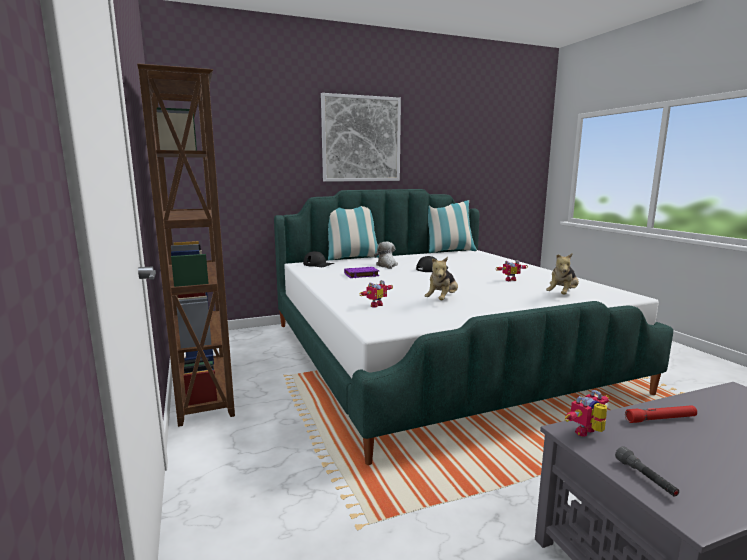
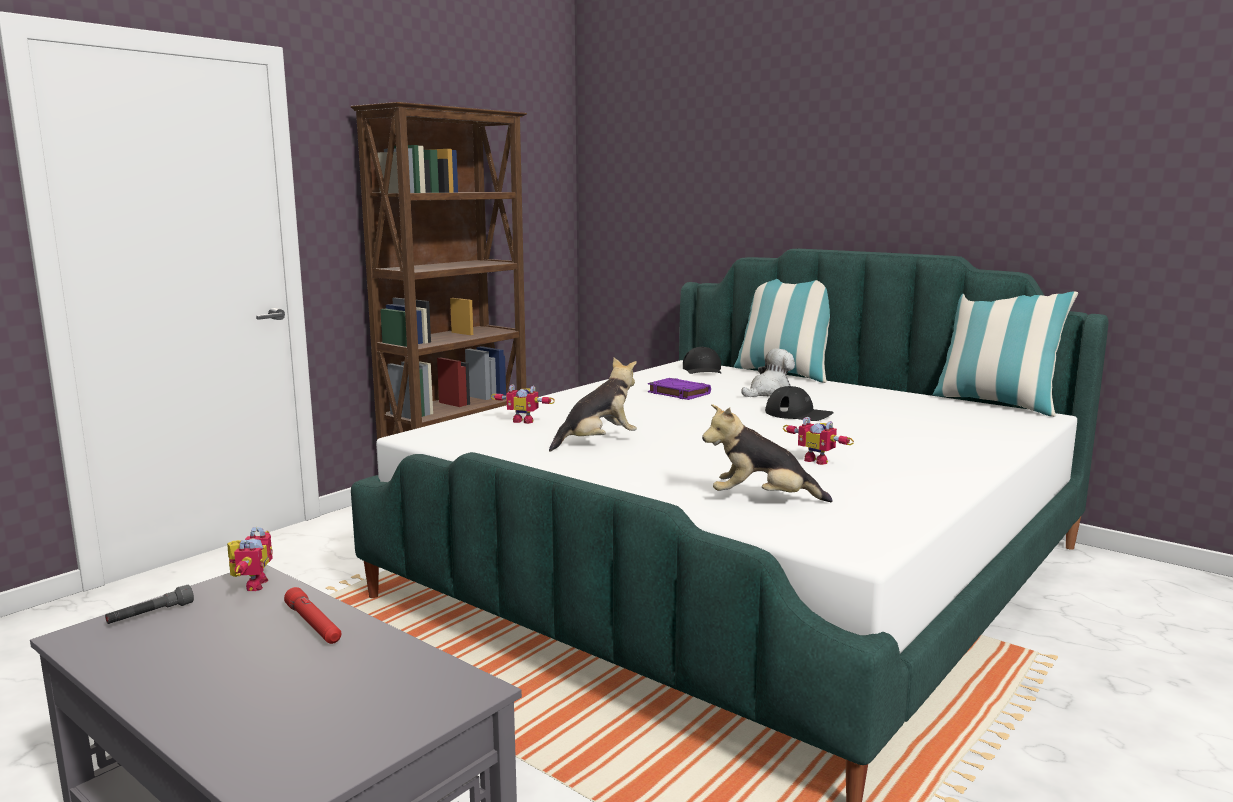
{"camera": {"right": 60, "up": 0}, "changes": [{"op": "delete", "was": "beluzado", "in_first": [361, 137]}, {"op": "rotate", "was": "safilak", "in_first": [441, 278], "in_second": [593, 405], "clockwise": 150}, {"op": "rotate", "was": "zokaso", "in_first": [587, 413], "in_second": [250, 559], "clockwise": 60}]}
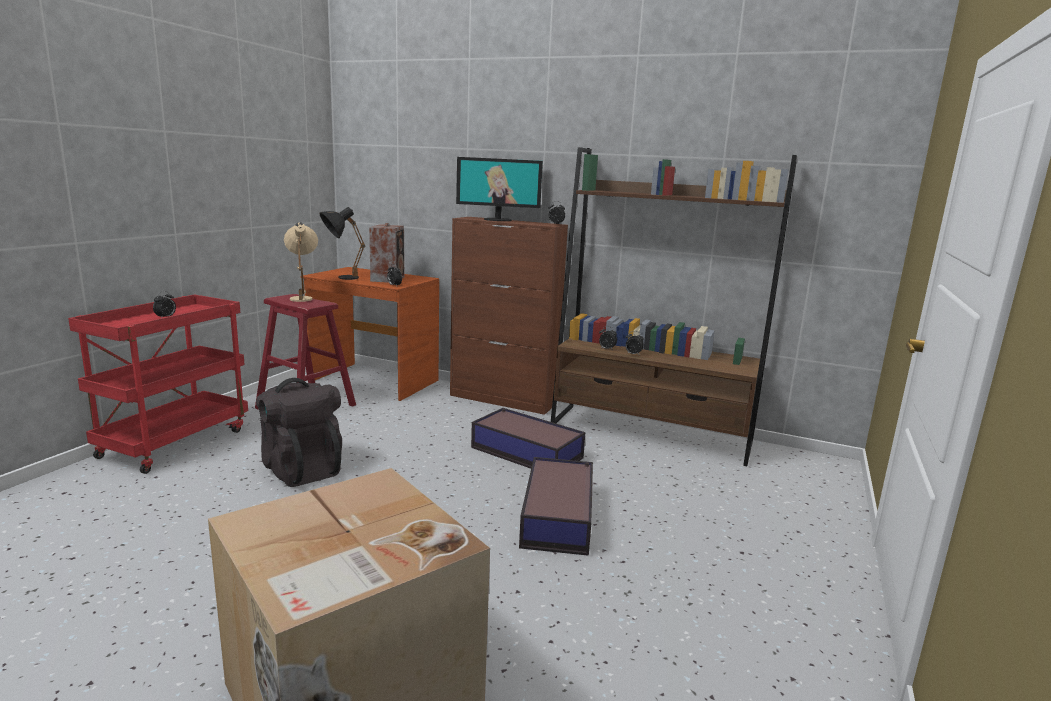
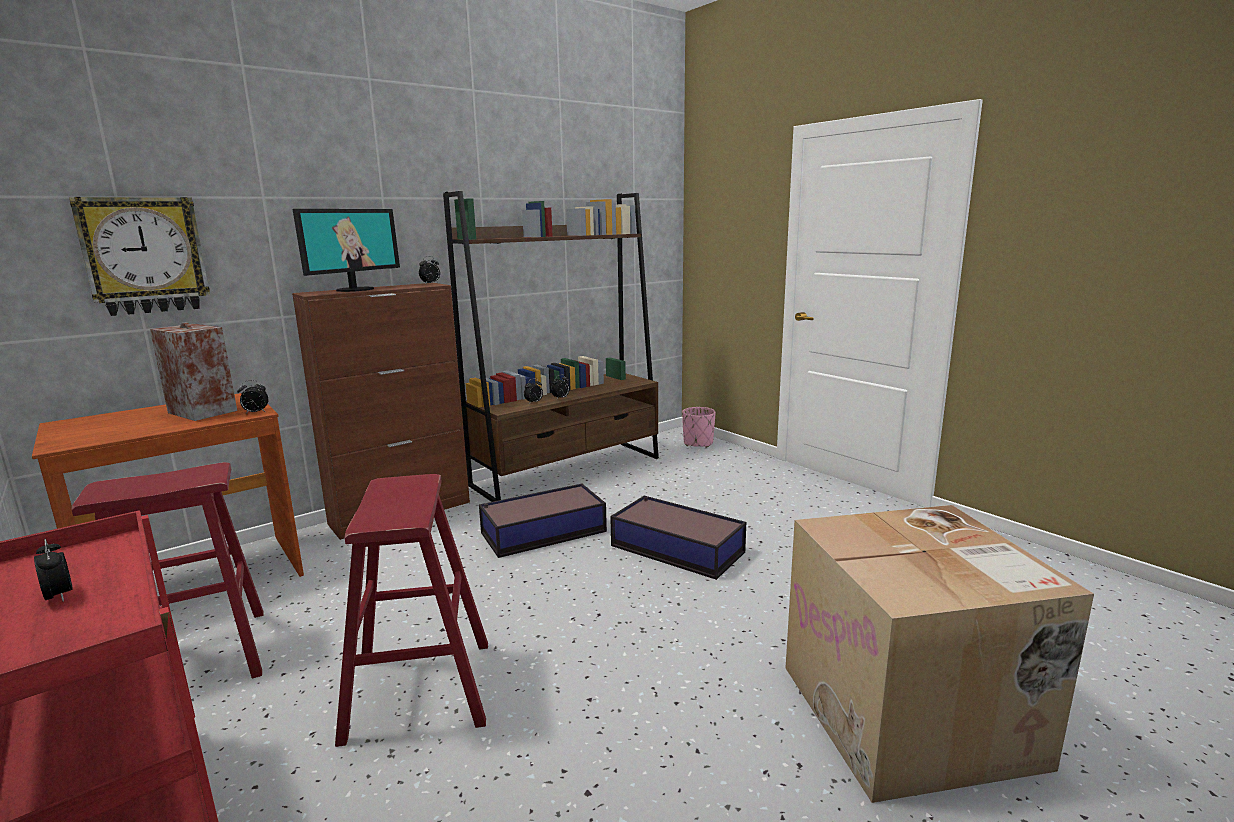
{"camera": {"right": -60, "up": 0}, "changes": [{"op": "delete", "was": "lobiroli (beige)", "in_first": [301, 262]}, {"op": "delete", "was": "lobiroli (black)", "in_first": [342, 243]}, {"op": "insert", "now": "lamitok", "in_second": [139, 256]}, {"op": "insert", "now": "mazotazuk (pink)", "in_second": [699, 427]}, {"op": "replace", "was": "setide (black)", "now": "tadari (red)", "in_first": [299, 432], "in_second": [411, 610]}]}
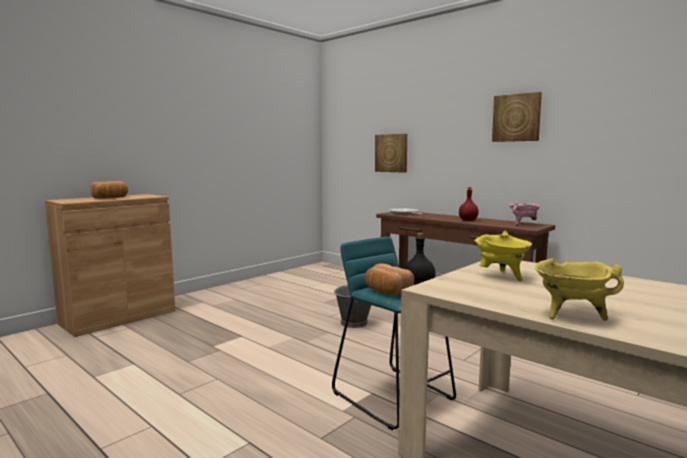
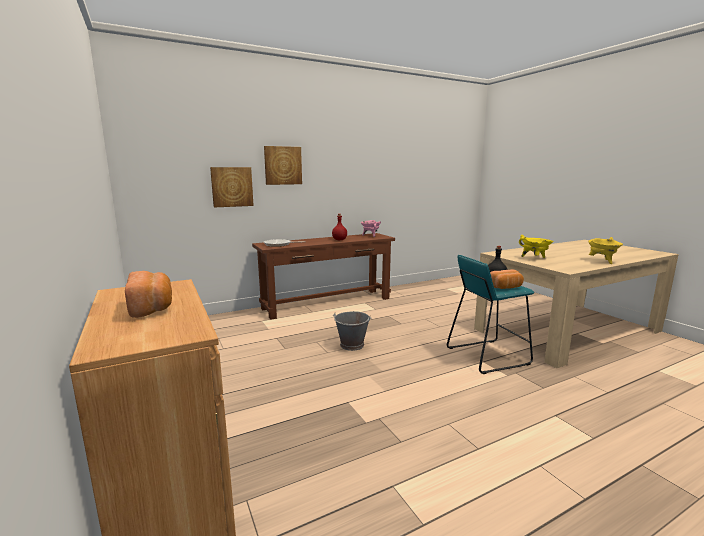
{"camera": {"right": -70, "up": 5}, "changes": [{"op": "move", "was": "beluzado", "in_first": [517, 117], "in_second": [283, 165]}]}
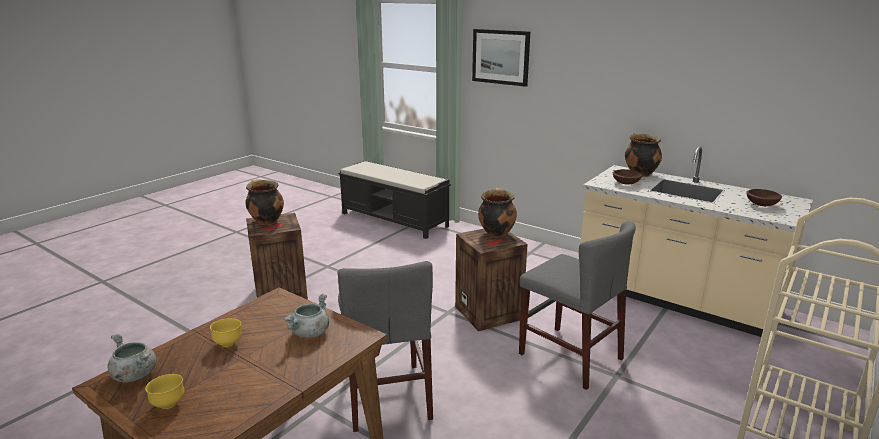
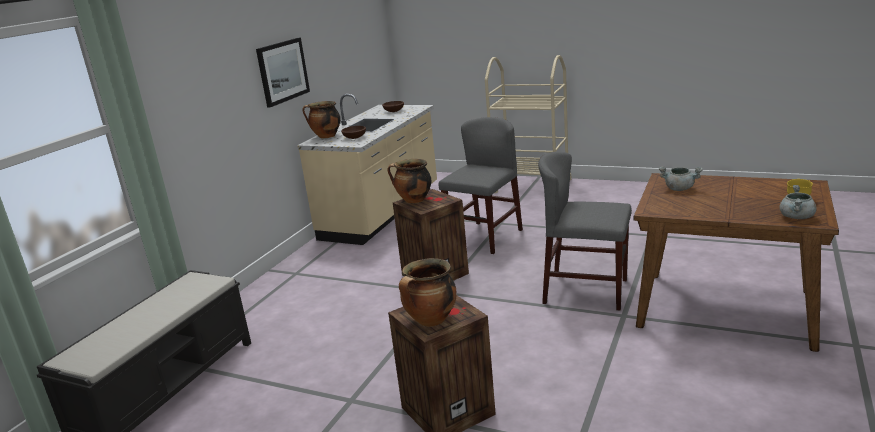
{"camera": {"right": -100, "up": 0}, "changes": [{"op": "delete", "was": "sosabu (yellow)", "in_first": [226, 332]}, {"op": "move", "was": "beluzado", "in_first": [501, 58], "in_second": [283, 73]}, {"op": "rotate", "was": "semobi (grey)", "in_first": [385, 346], "in_second": [585, 231], "clockwise": -135}]}
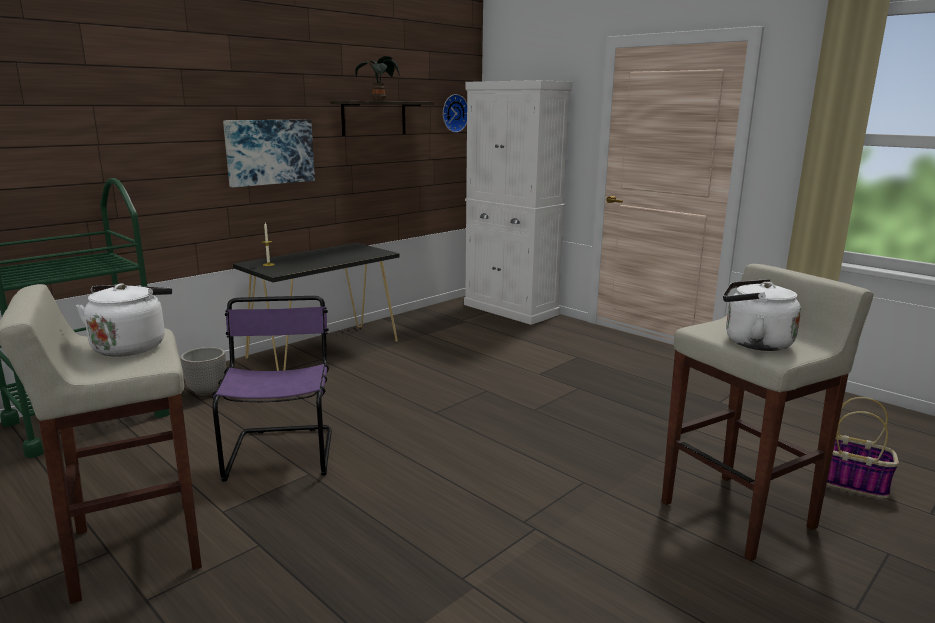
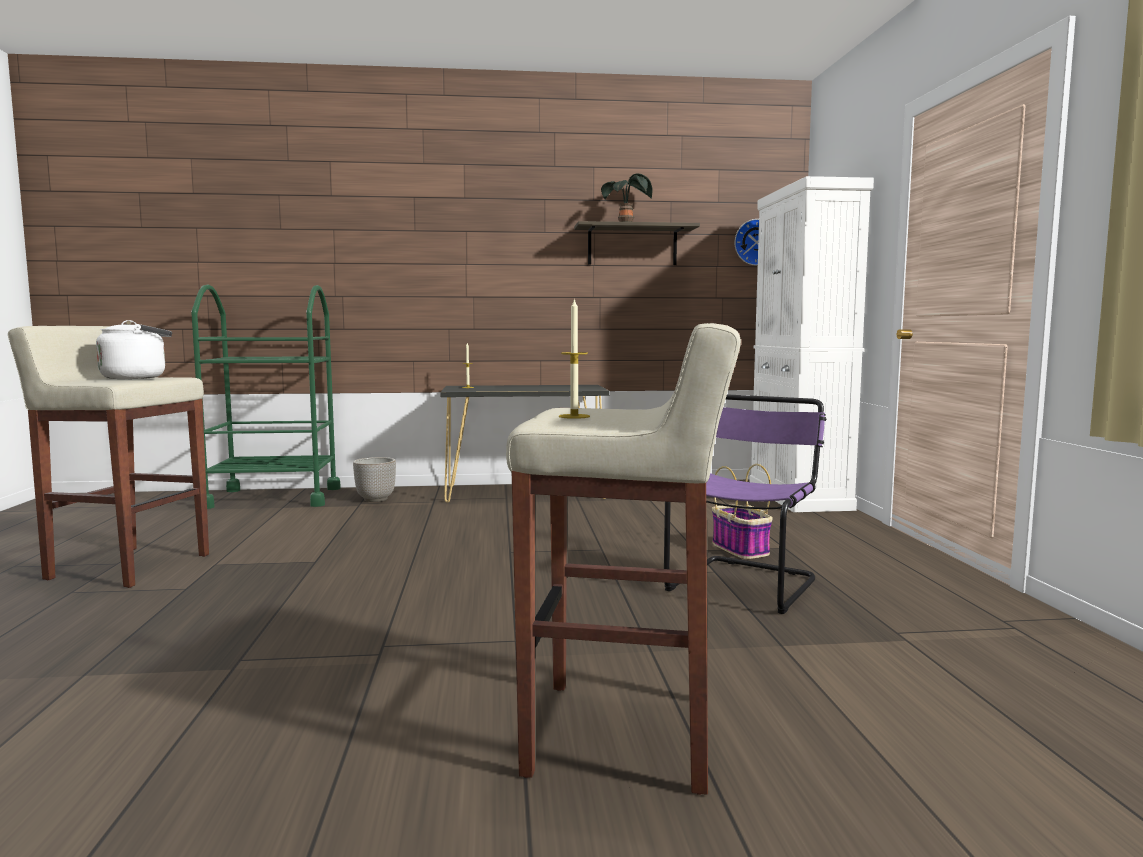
{"camera": {"right": 40, "up": -10}, "changes": [{"op": "delete", "was": "beluzado", "in_first": [269, 153]}, {"op": "move", "was": "semobi (purple)", "in_first": [272, 389], "in_second": [745, 504]}, {"op": "move", "was": "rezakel", "in_first": [862, 447], "in_second": [742, 511]}, {"op": "replace", "was": "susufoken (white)", "now": "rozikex", "in_first": [762, 315], "in_second": [574, 358]}]}
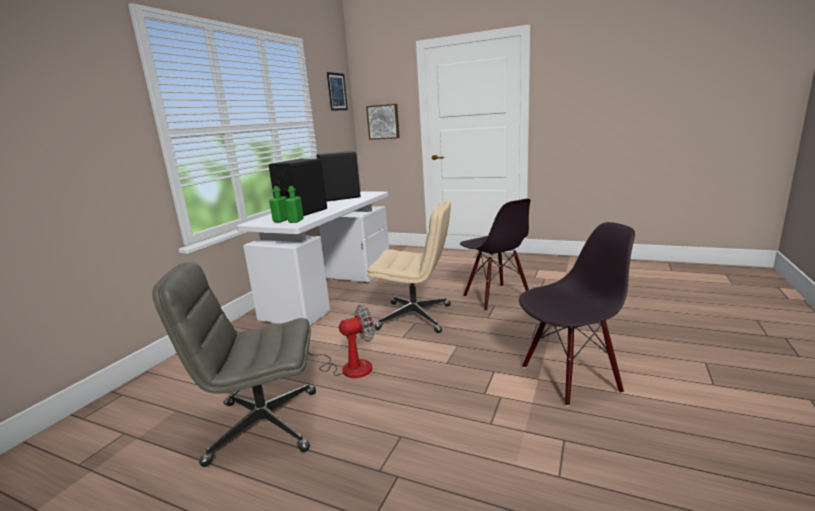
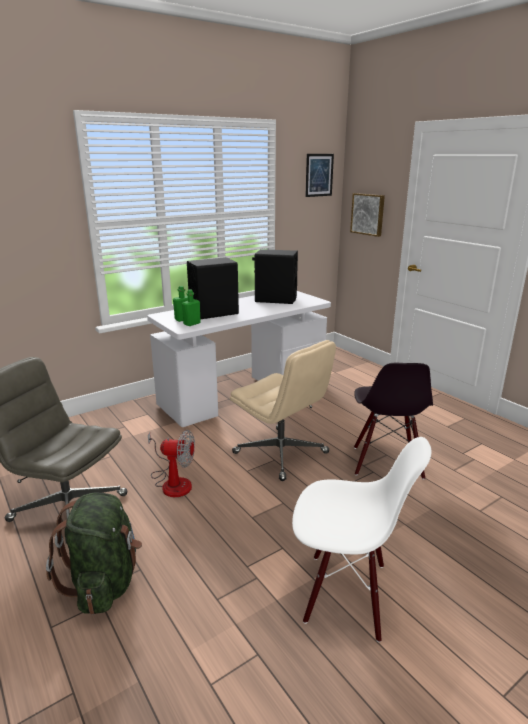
{"camera": {"right": 30, "up": 5}, "changes": [{"op": "insert", "now": "setide (green)", "in_second": [94, 553]}, {"op": "recolor", "was": "semobi (black)", "now": "semobi (white)", "in_first": [577, 314], "in_second": [362, 539]}]}
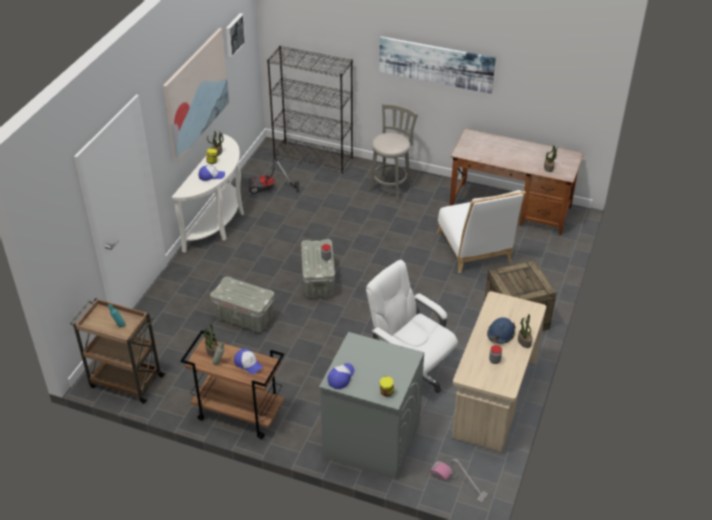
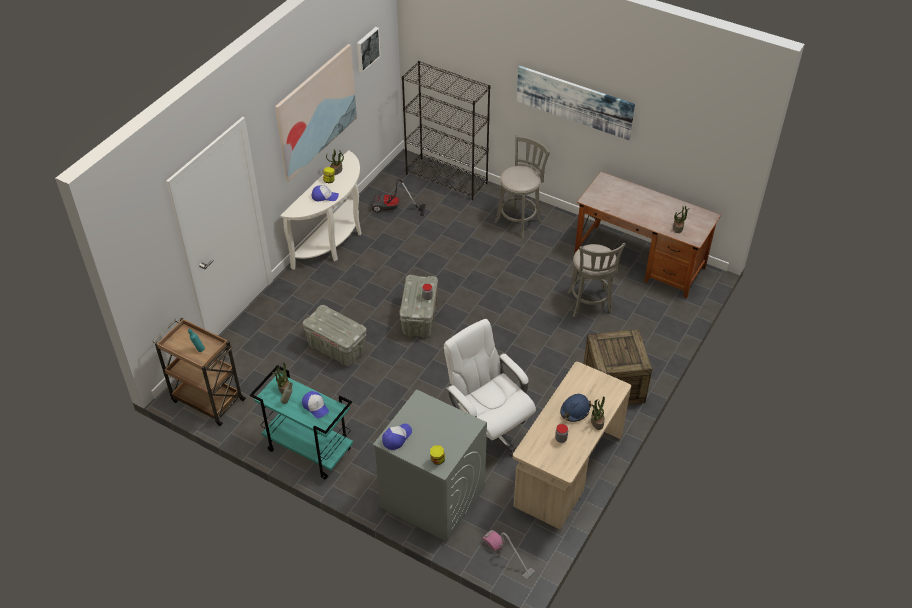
{"camera": {"right": 10, "up": 5}, "changes": [{"op": "replace", "was": "semobi (white)", "now": "tadari (grey)", "in_first": [481, 231], "in_second": [596, 280]}, {"op": "recolor", "was": "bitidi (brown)", "now": "bitidi (turquoise)", "in_first": [232, 384], "in_second": [301, 422]}]}
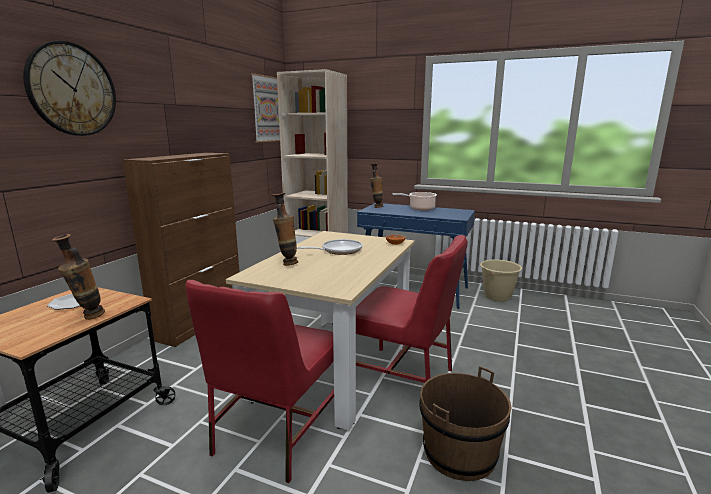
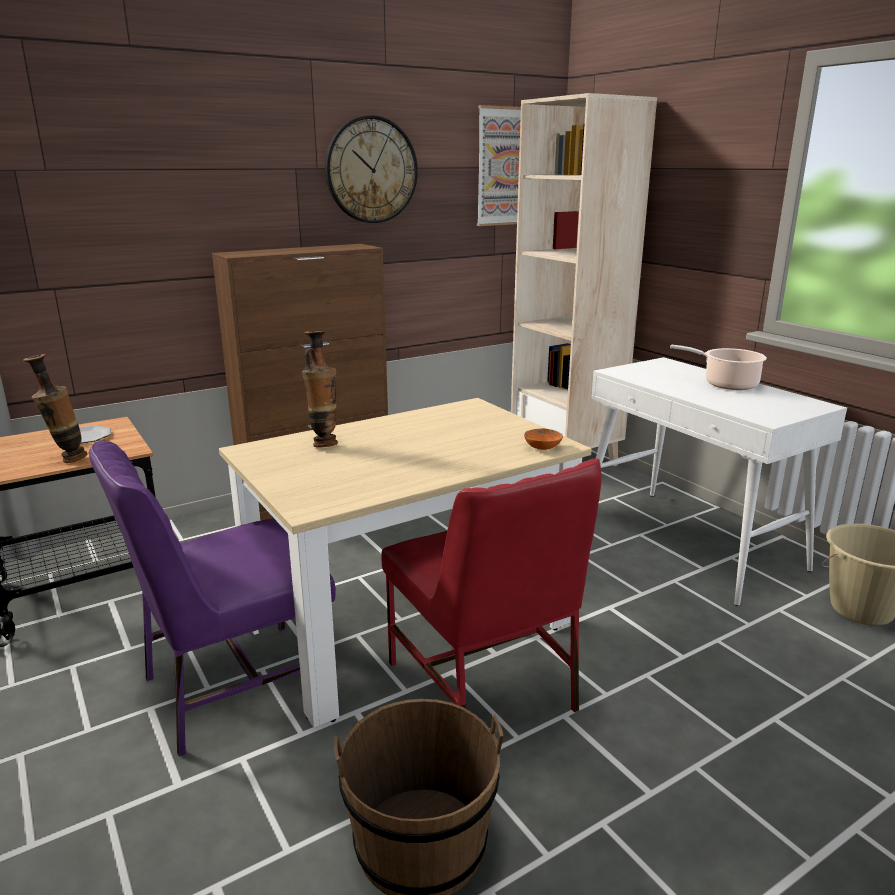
{"camera": {"right": 35, "up": 5}, "changes": [{"op": "delete", "was": "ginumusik", "in_first": [330, 247]}, {"op": "delete", "was": "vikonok", "in_first": [377, 185]}, {"op": "move", "was": "lamitok", "in_first": [69, 88], "in_second": [371, 169]}, {"op": "recolor", "was": "semobi (red)", "now": "semobi (purple)", "in_first": [259, 381], "in_second": [212, 598]}, {"op": "recolor", "was": "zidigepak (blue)", "now": "zidigepak (white)", "in_first": [416, 256], "in_second": [719, 481]}]}
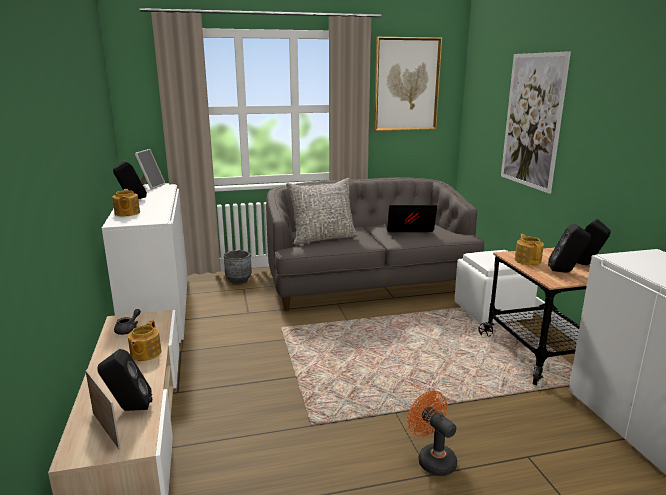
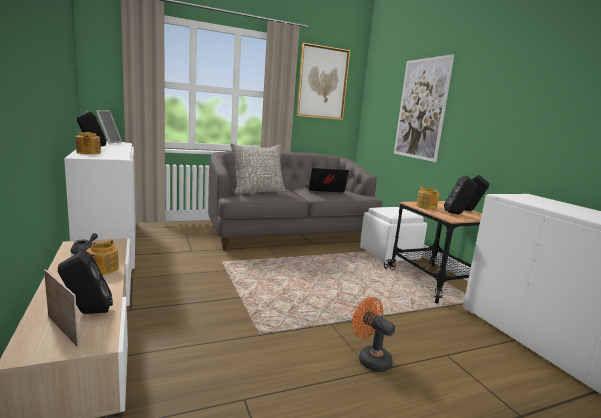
{"camera": {"right": -10, "up": -5}, "changes": [{"op": "delete", "was": "mazotazuk (grey)", "in_first": [238, 267]}]}
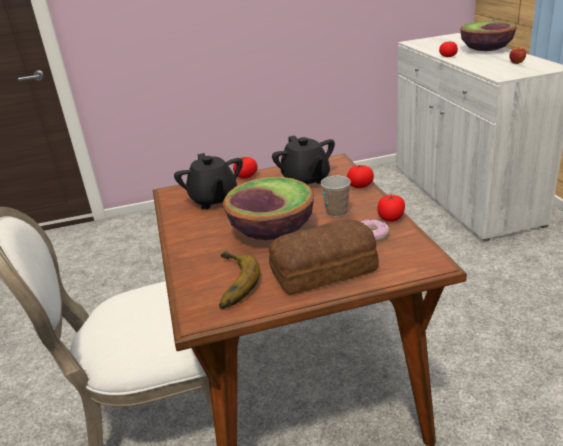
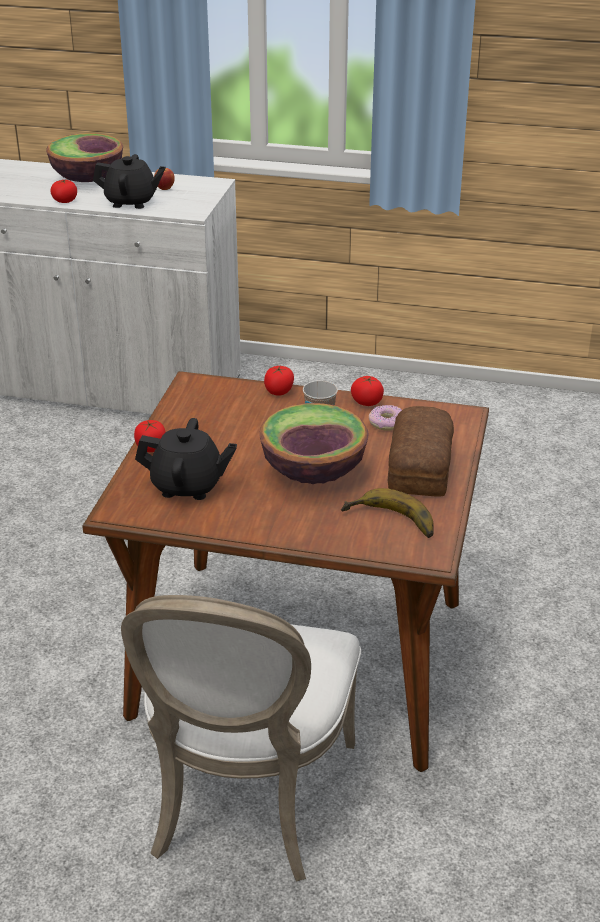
{"camera": {"right": -65, "up": 5}, "changes": [{"op": "move", "was": "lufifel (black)", "in_first": [303, 159], "in_second": [129, 181]}]}
